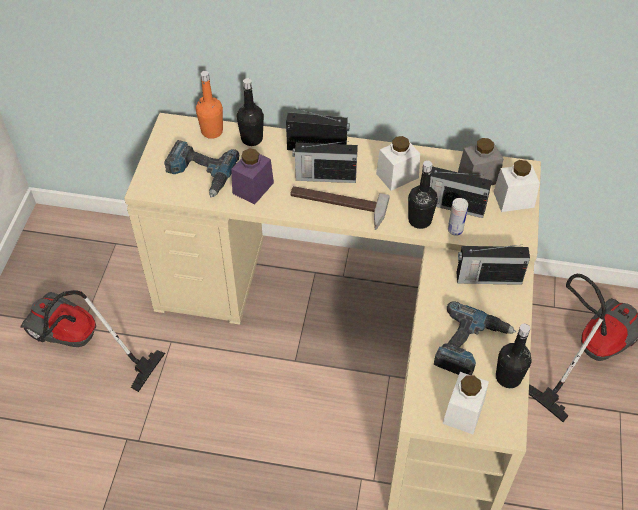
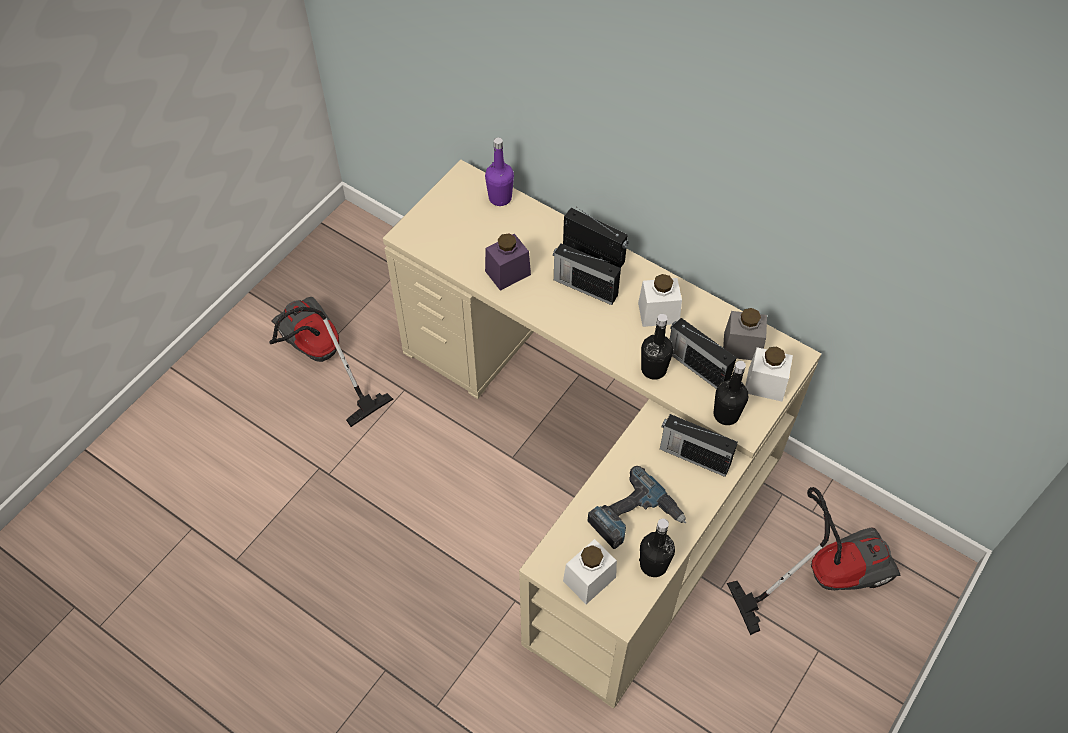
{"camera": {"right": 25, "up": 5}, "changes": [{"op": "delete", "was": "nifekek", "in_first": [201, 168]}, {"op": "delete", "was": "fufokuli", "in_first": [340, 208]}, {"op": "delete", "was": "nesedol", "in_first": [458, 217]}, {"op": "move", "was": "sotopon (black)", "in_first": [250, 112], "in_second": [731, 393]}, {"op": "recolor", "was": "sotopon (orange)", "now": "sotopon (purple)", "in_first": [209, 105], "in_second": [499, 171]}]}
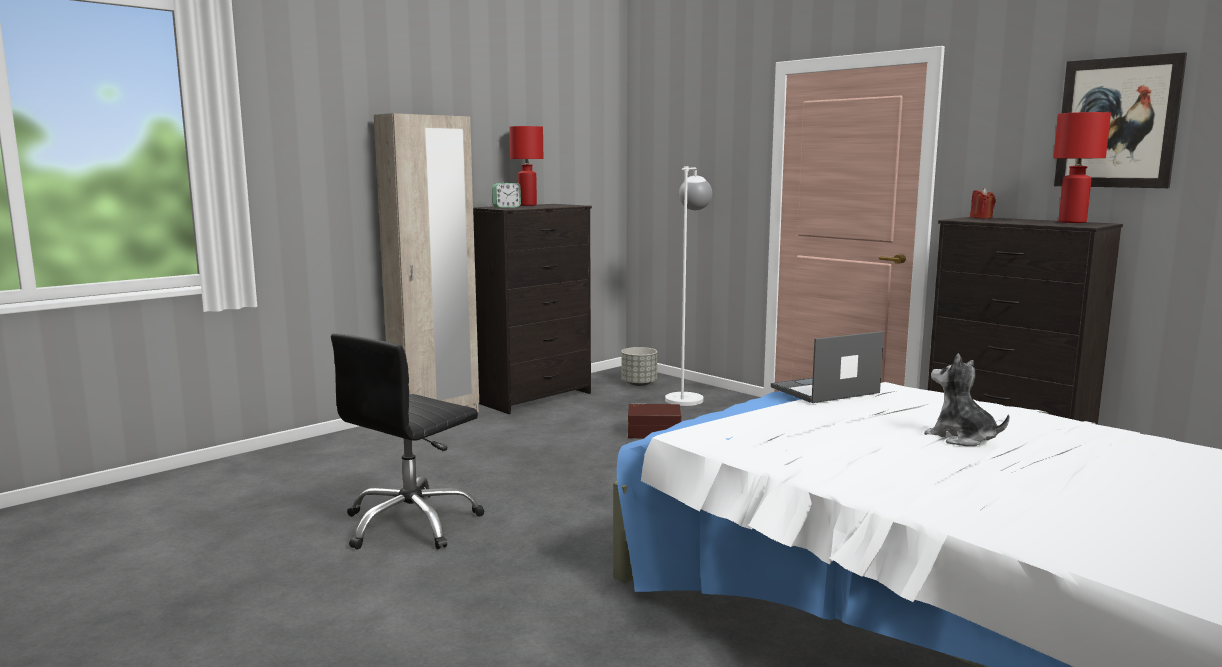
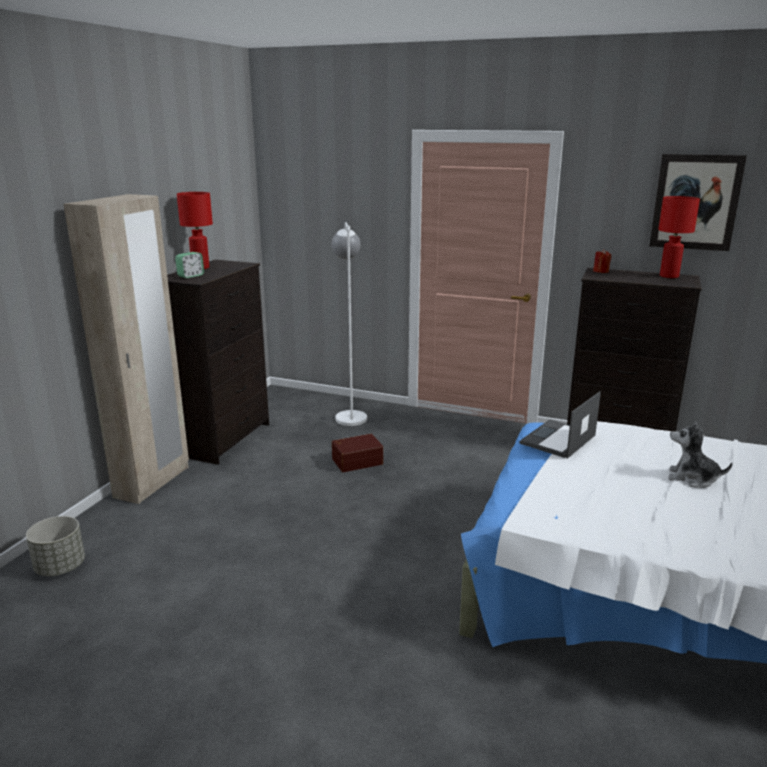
{"camera": {"right": -25, "up": 10}, "changes": [{"op": "delete", "was": "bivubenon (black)", "in_first": [407, 441]}, {"op": "move", "was": "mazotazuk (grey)", "in_first": [639, 366], "in_second": [55, 546]}]}
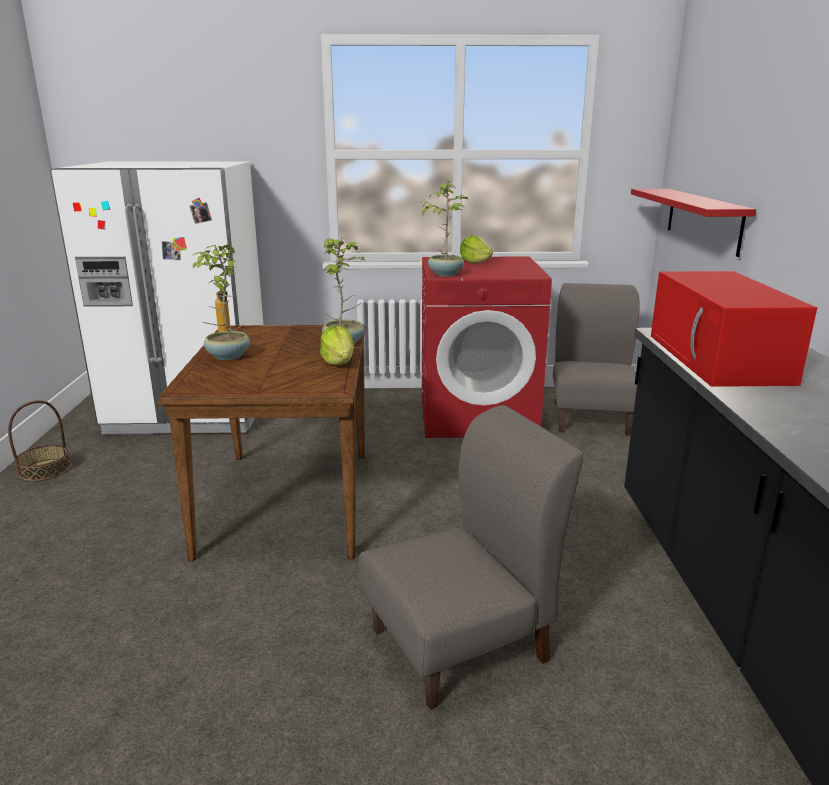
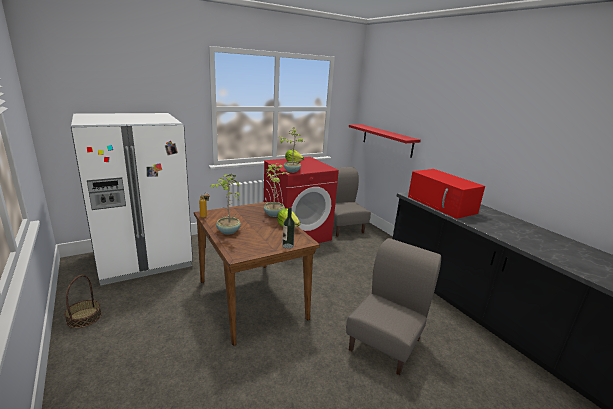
{"camera": {"right": -30, "up": 0}, "changes": [{"op": "insert", "now": "sotopon", "in_second": [288, 228]}]}
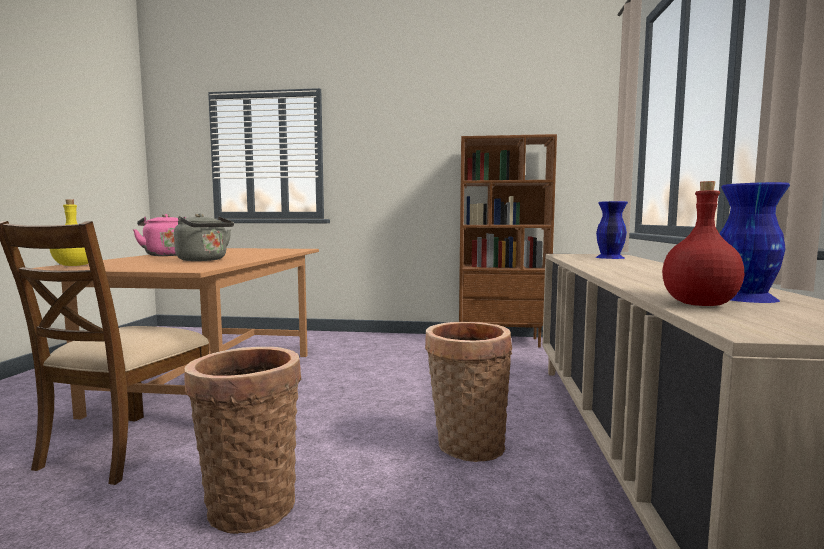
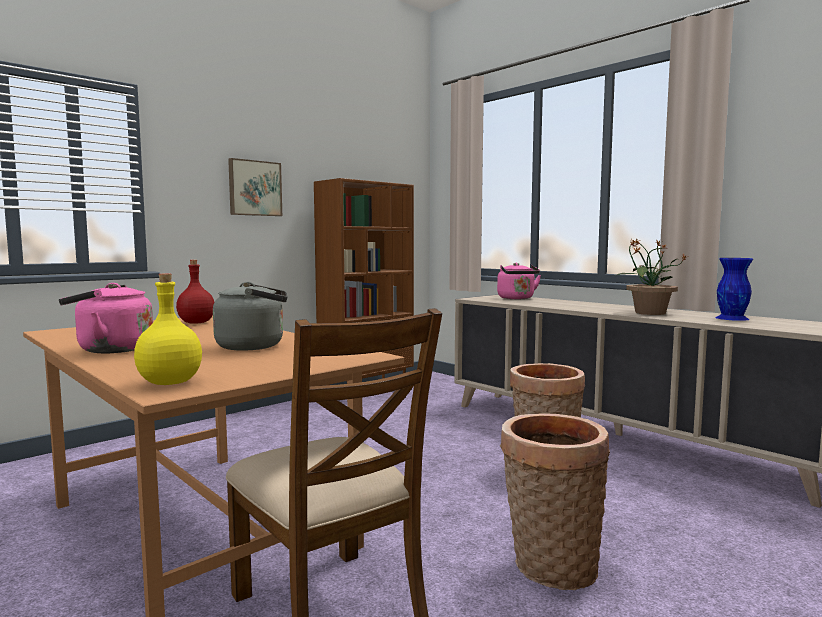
{"camera": {"right": -50, "up": 0}, "changes": [{"op": "insert", "now": "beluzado", "in_second": [255, 187]}, {"op": "insert", "now": "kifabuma", "in_second": [652, 277]}, {"op": "move", "was": "sotopon (red)", "in_first": [703, 243], "in_second": [195, 292]}, {"op": "replace", "was": "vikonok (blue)", "now": "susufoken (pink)", "in_first": [612, 230], "in_second": [519, 281]}]}
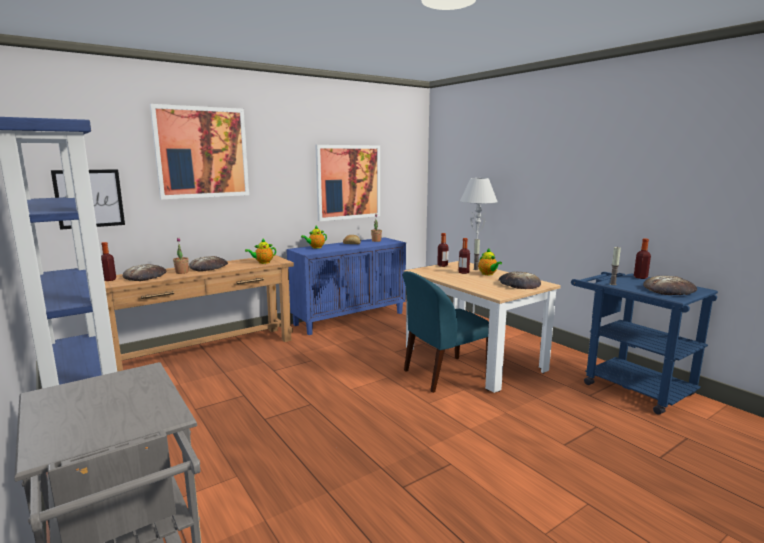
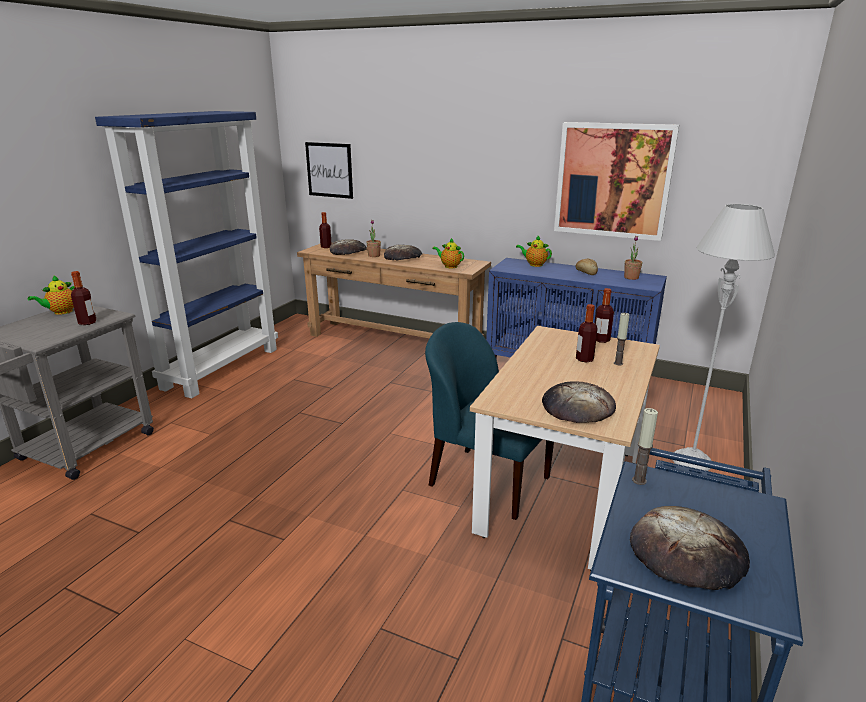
{"camera": {"right": 60, "up": 10}, "changes": [{"op": "delete", "was": "beluzado", "in_first": [199, 151]}, {"op": "move", "was": "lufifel", "in_first": [490, 261], "in_second": [51, 295]}, {"op": "move", "was": "sotopon", "in_first": [642, 258], "in_second": [84, 298]}]}
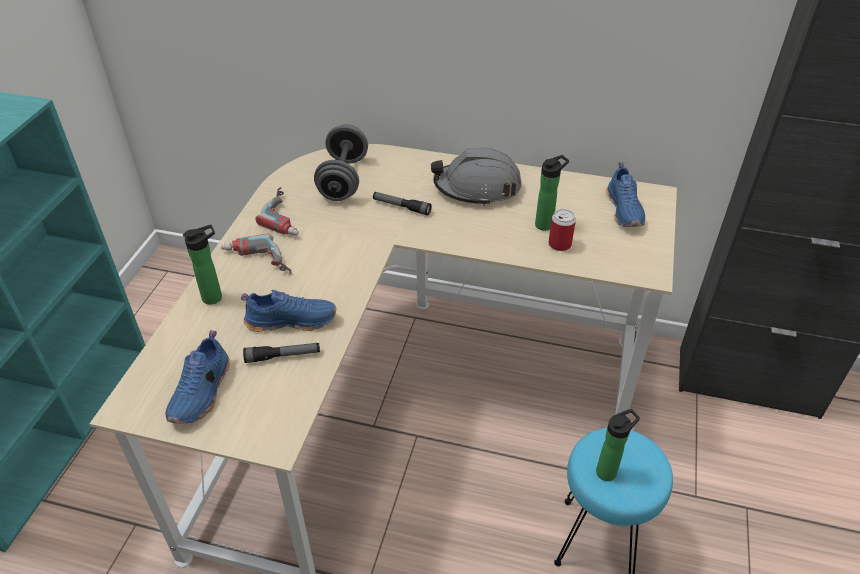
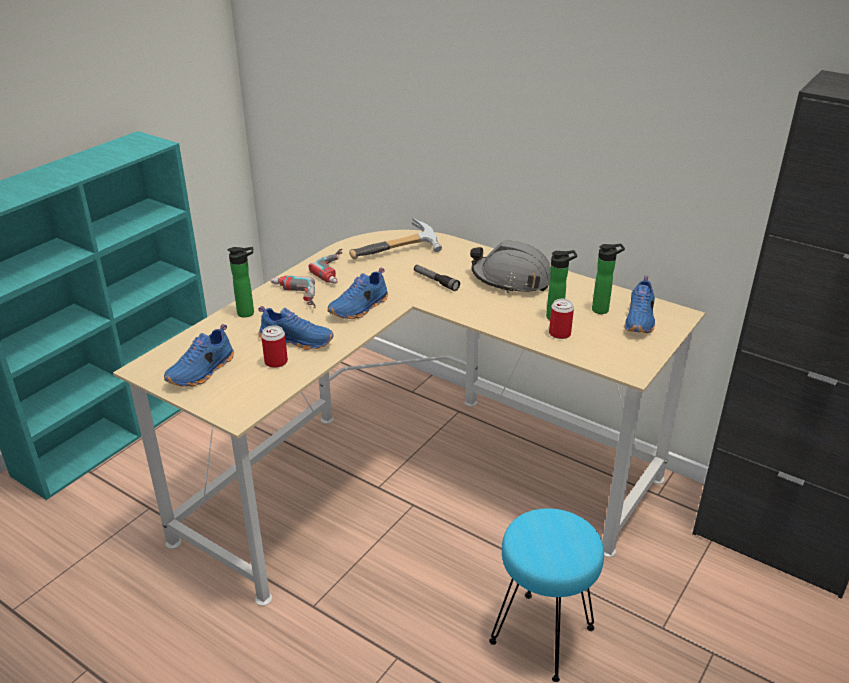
{"camera": {"right": 20, "up": -10}, "changes": [{"op": "insert", "now": "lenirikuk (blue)", "in_second": [358, 293]}, {"op": "move", "was": "sotopon", "in_first": [618, 445], "in_second": [608, 279]}, {"op": "replace", "was": "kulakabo", "now": "nesedol", "in_first": [281, 353], "in_second": [274, 346]}, {"op": "replace", "was": "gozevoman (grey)", "now": "fufokuli", "in_first": [341, 162], "in_second": [395, 239]}]}
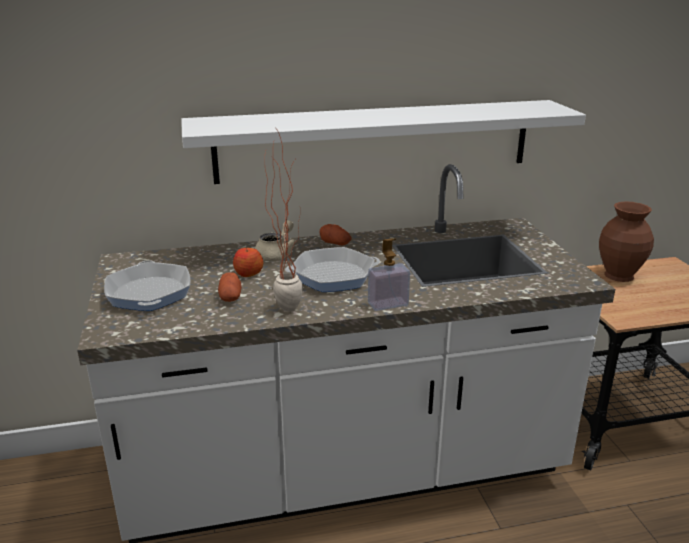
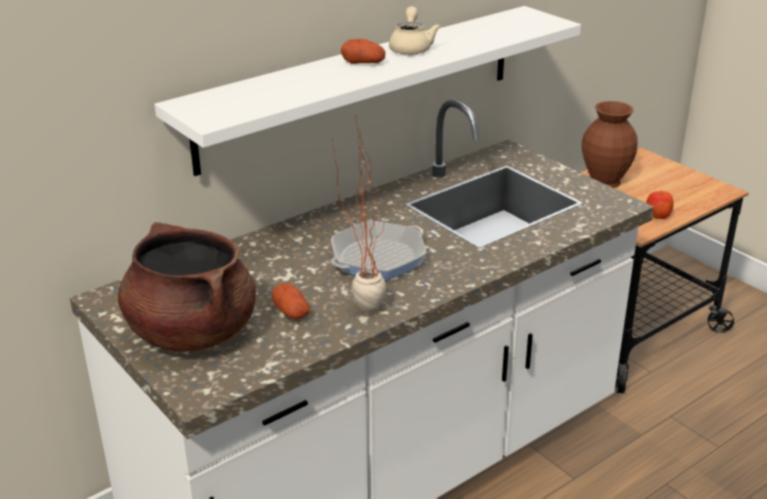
{"camera": {"right": -25, "up": 5}, "changes": [{"op": "delete", "was": "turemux", "in_first": [389, 274]}, {"op": "move", "was": "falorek", "in_first": [248, 261], "in_second": [660, 204]}, {"op": "move", "was": "lufifel (beige)", "in_first": [275, 241], "in_second": [415, 30]}, {"op": "move", "was": "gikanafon", "in_first": [336, 235], "in_second": [363, 51]}, {"op": "replace", "was": "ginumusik", "now": "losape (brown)", "in_first": [147, 285], "in_second": [187, 286]}]}
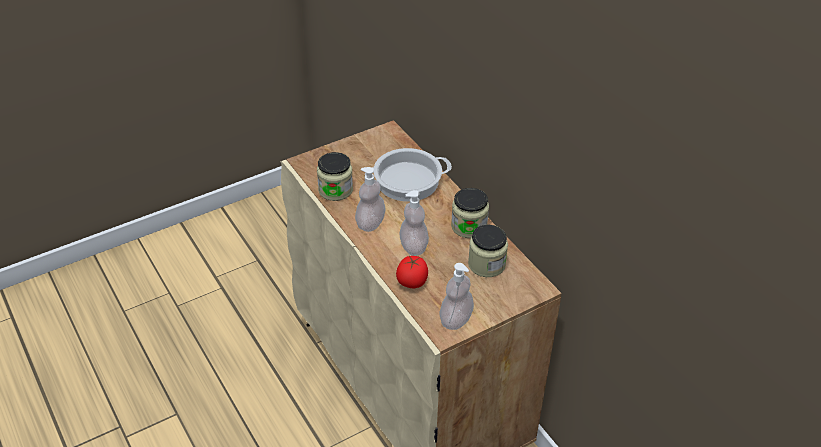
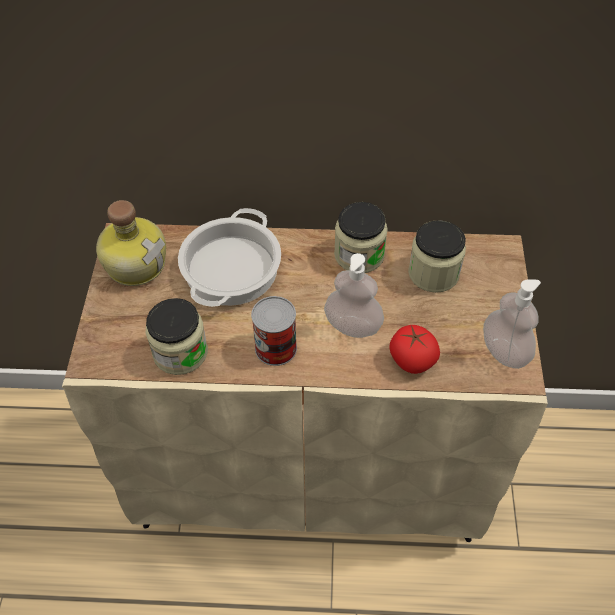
{"camera": {"right": -55, "up": 10}, "changes": [{"op": "insert", "now": "sotopon", "in_second": [131, 243]}, {"op": "replace", "was": "turemux", "now": "nesedol", "in_first": [370, 199], "in_second": [274, 331]}]}
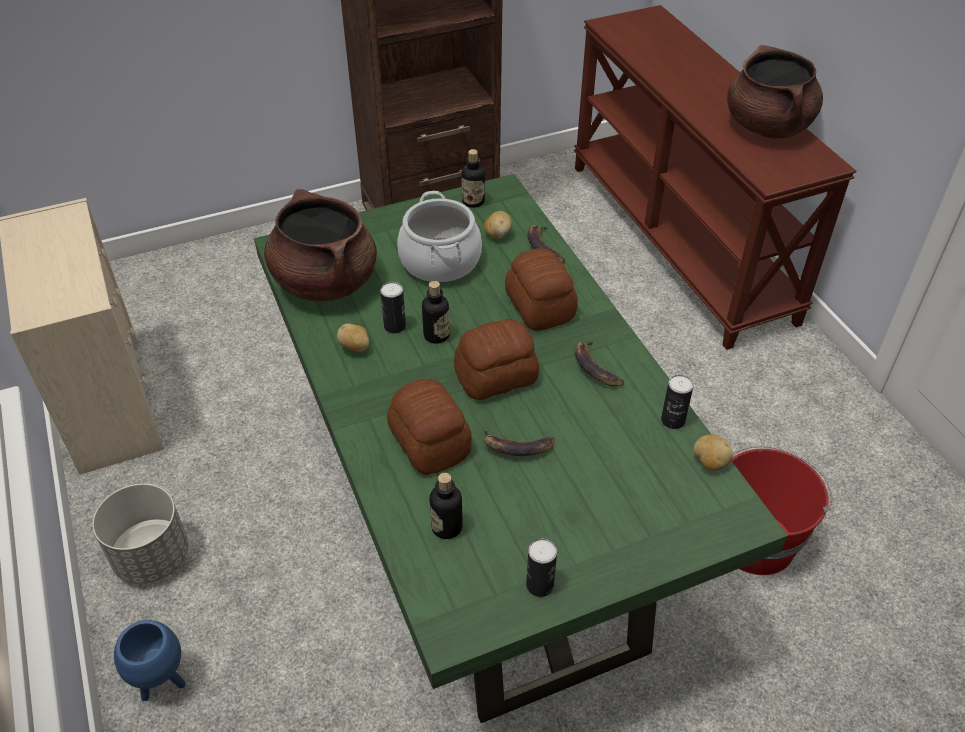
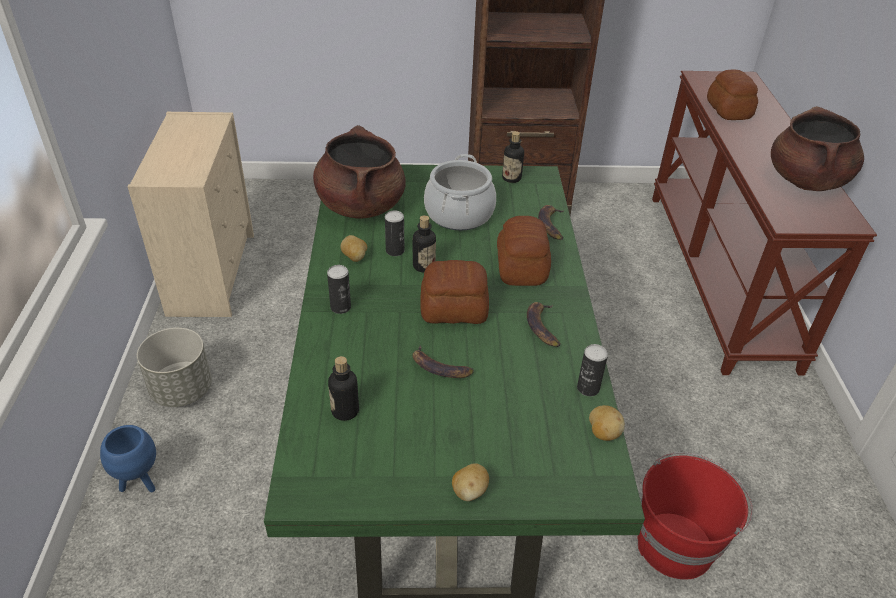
{"camera": {"right": 20, "up": -5}, "changes": [{"op": "move", "was": "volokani", "in_first": [429, 427], "in_second": [732, 95]}, {"op": "move", "was": "gikanafon", "in_first": [498, 225], "in_second": [470, 482]}, {"op": "move", "was": "nesedol", "in_first": [541, 568], "in_second": [339, 289]}]}
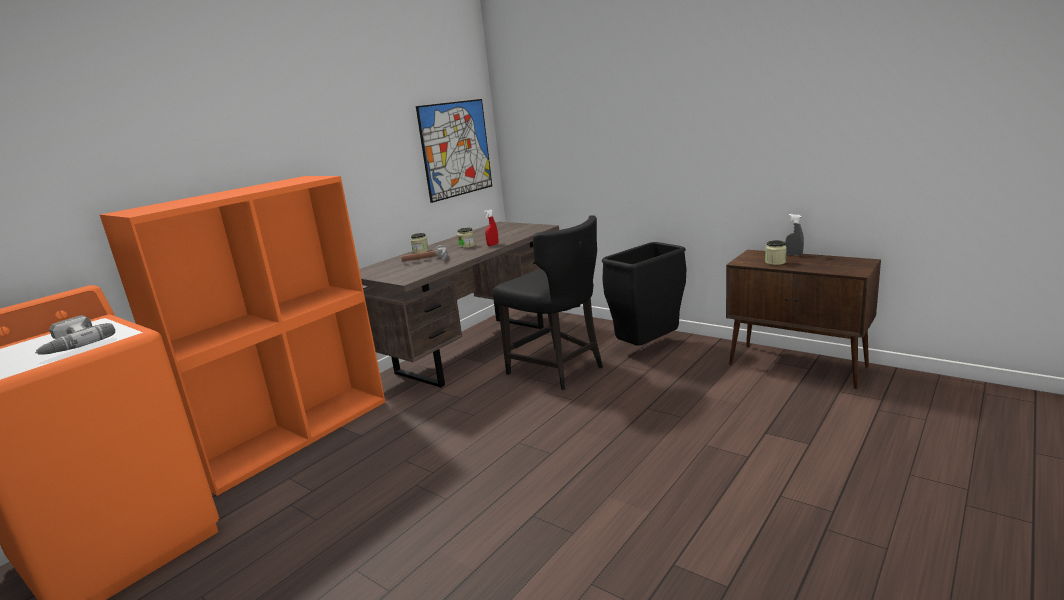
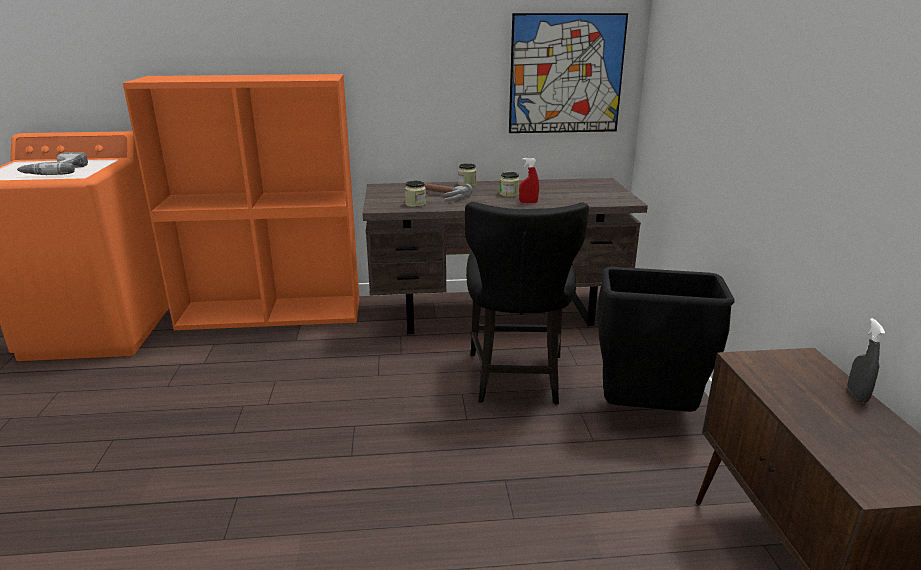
{"camera": {"right": 45, "up": 5}, "changes": [{"op": "move", "was": "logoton", "in_first": [776, 252], "in_second": [415, 194]}]}
